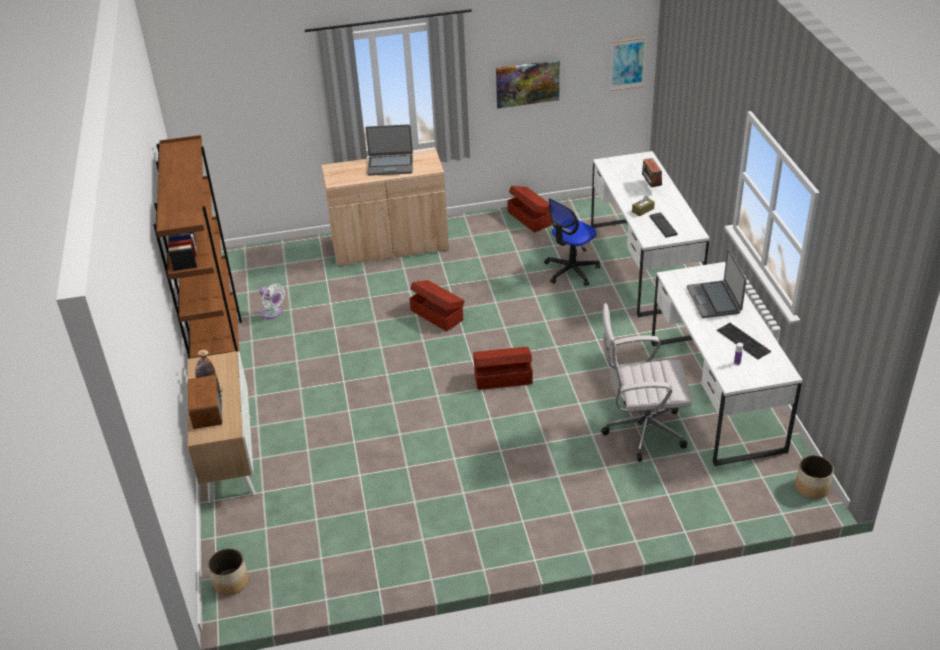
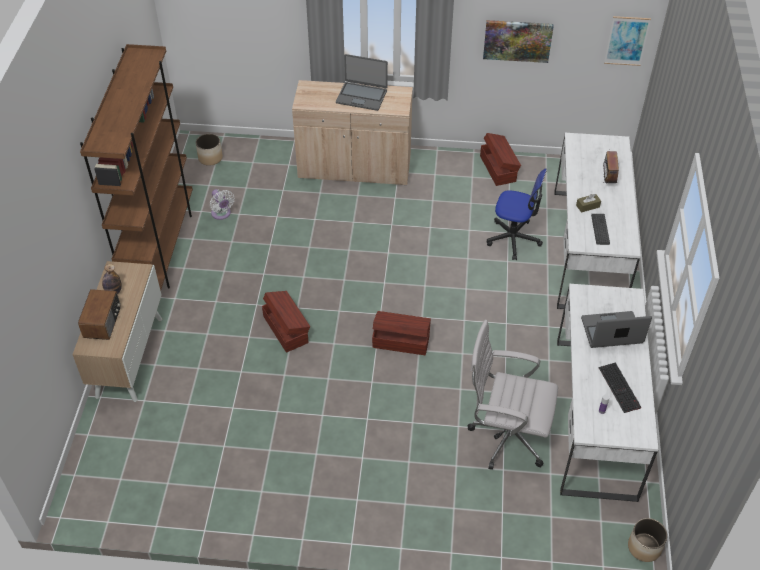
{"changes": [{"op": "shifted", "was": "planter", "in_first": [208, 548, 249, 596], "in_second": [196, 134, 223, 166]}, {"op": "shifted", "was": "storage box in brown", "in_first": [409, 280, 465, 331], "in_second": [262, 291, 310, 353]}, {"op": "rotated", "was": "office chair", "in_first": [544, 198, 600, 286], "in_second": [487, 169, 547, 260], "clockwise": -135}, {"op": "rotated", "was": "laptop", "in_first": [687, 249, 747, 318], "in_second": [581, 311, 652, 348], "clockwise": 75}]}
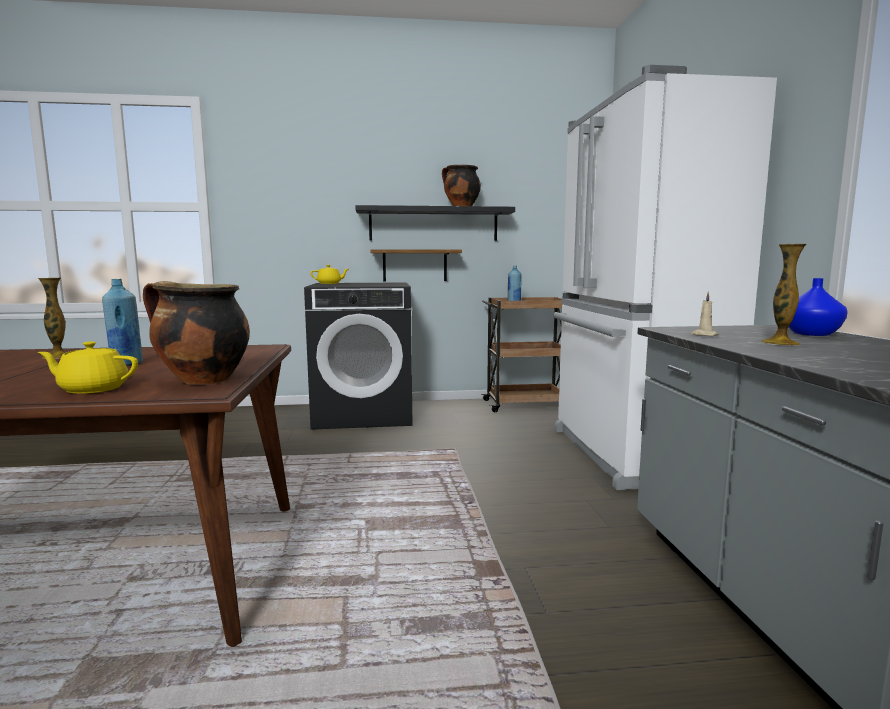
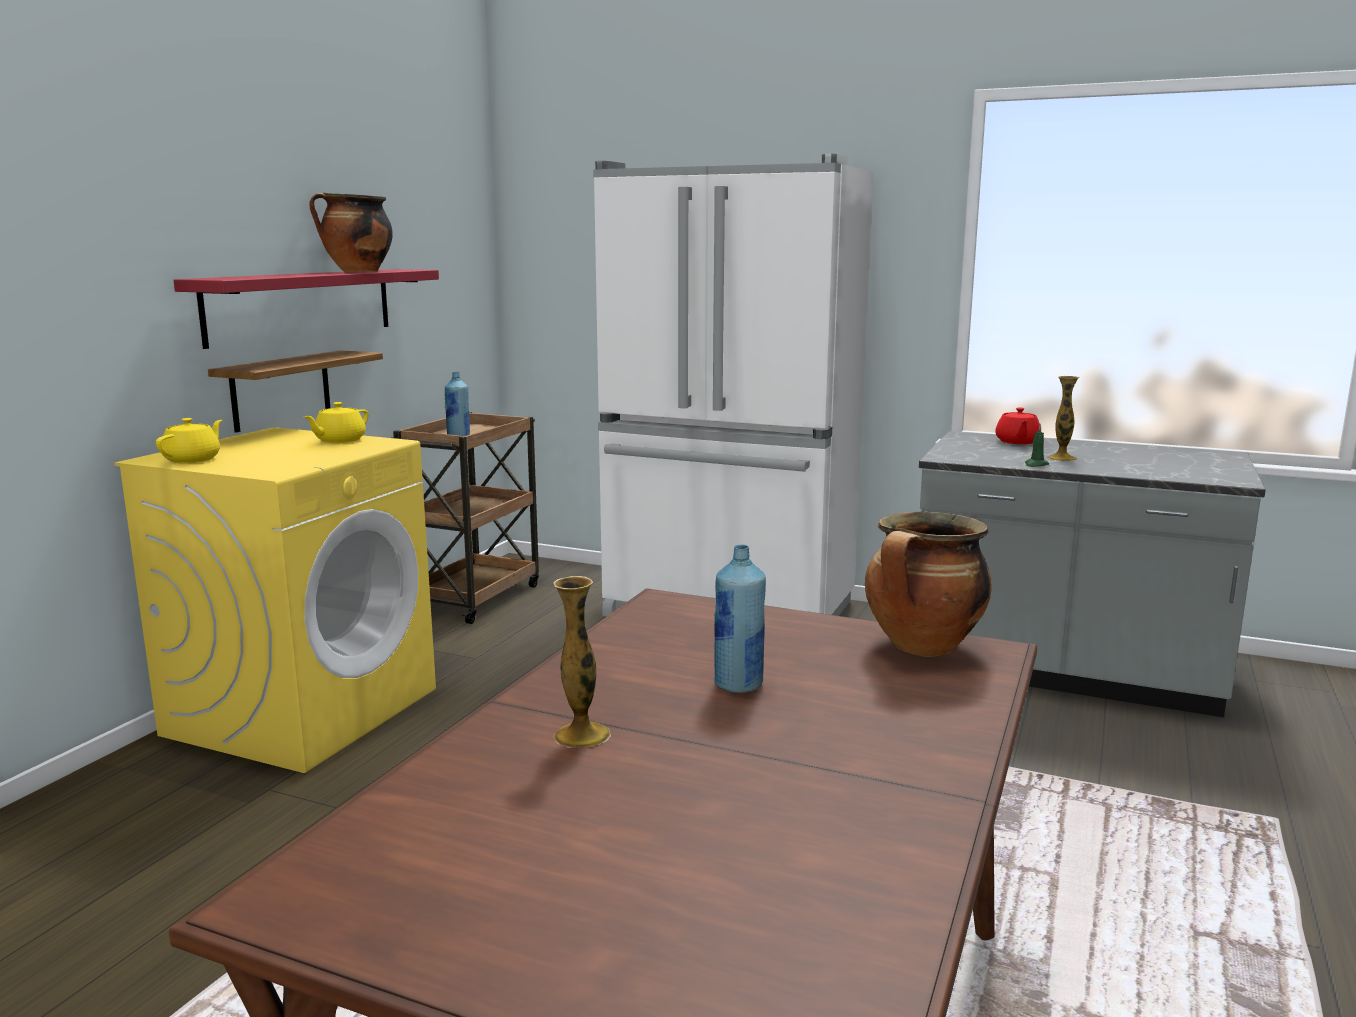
{"changes": [{"op": "shifted", "was": "teapot in yellow", "in_first": [38, 341, 138, 394], "in_second": [303, 402, 369, 443]}, {"op": "repainted", "was": "washing machine in black", "now": "washing machine in yellow", "in_first": [304, 282, 413, 430], "in_second": [114, 427, 436, 773]}, {"op": "repainted", "was": "shelf in black", "now": "shelf in red", "in_first": [355, 205, 515, 241], "in_second": [174, 269, 439, 349]}, {"op": "gone", "was": "candle in beige", "in_first": [691, 292, 719, 336]}, {"op": "swapped", "was": "vase in blue", "now": "teapot in red", "in_first": [789, 278, 848, 336], "in_second": [995, 408, 1040, 444]}, {"op": "new", "now": "candle in green", "in_second": [1025, 424, 1049, 467]}]}
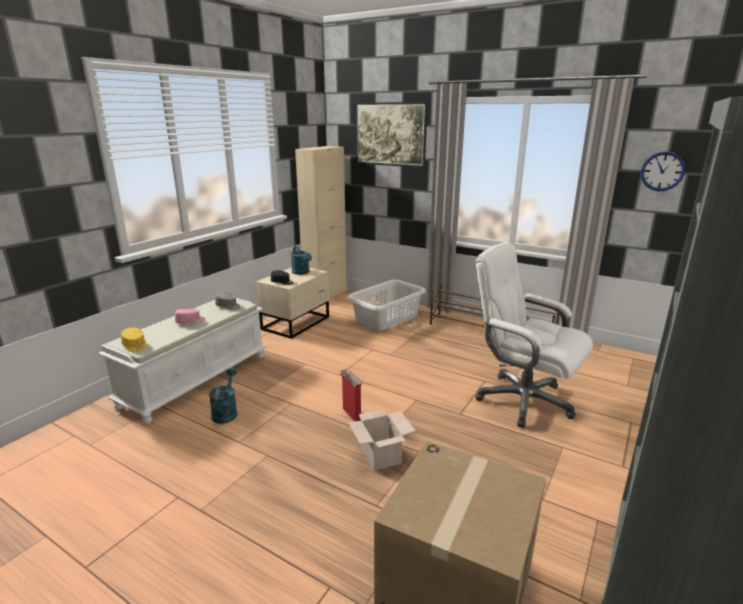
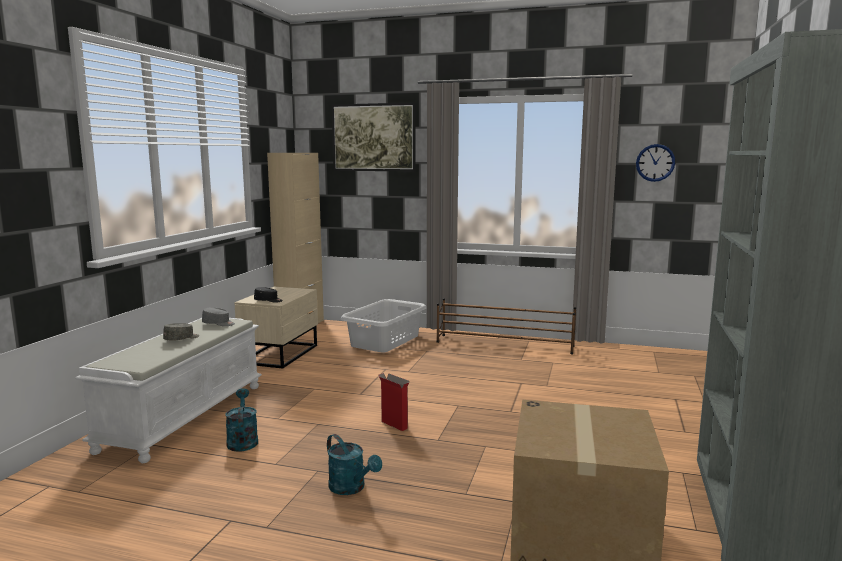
{"changes": [{"op": "gone", "was": "cap in yellow", "in_first": [121, 327, 147, 352]}, {"op": "repainted", "was": "cap in pink", "now": "cap in grey", "in_first": [175, 308, 206, 324], "in_second": [163, 323, 199, 341]}, {"op": "shifted", "was": "watering can in turquoise", "in_first": [291, 246, 312, 275], "in_second": [327, 434, 382, 495]}, {"op": "gone", "was": "cardboard box", "in_first": [348, 409, 415, 471]}, {"op": "gone", "was": "office chair in white", "in_first": [475, 242, 593, 428]}]}
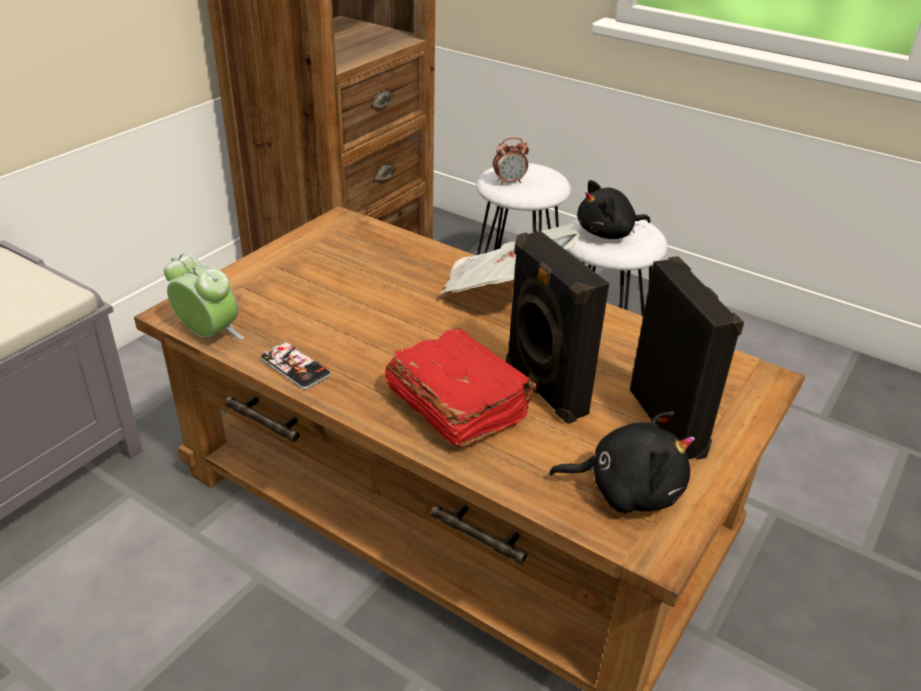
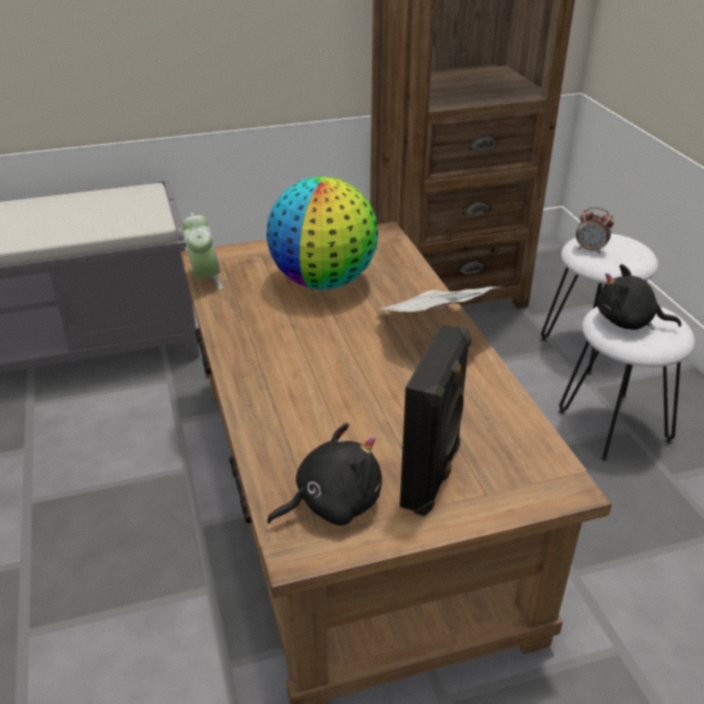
{"changes": [{"op": "gone", "was": "phone", "in_first": [260, 341, 331, 389]}, {"op": "gone", "was": "book in red", "in_first": [385, 328, 536, 448]}, {"op": "gone", "was": "speaker in black", "in_first": [506, 231, 609, 424]}, {"op": "rotated", "was": "plush toy in black", "in_first": [549, 411, 695, 514], "in_second": [267, 423, 382, 525], "clockwise": -75}, {"op": "new", "now": "globe", "in_second": [266, 177, 378, 290]}]}
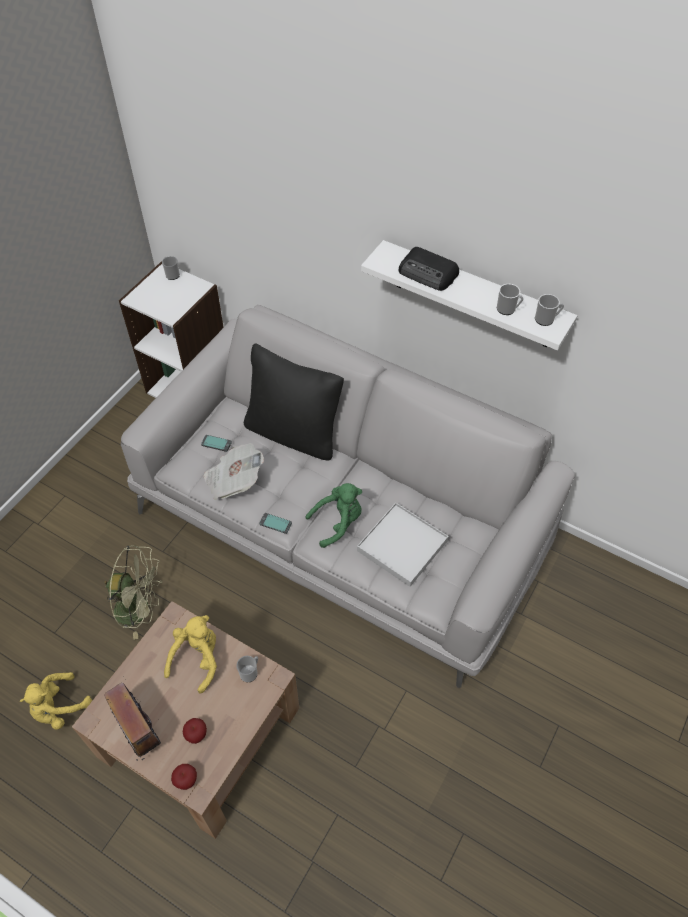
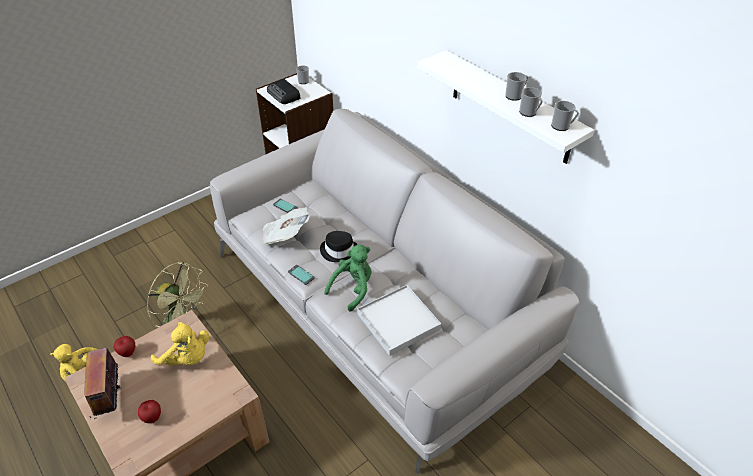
{"changes": [{"op": "rotated", "was": "plush toy in yellow", "in_first": [164, 615, 217, 694], "in_second": [151, 322, 209, 366], "clockwise": 75}, {"op": "shifted", "was": "apple", "in_first": [171, 764, 197, 790], "in_second": [114, 336, 135, 357]}, {"op": "shifted", "was": "mug", "in_first": [236, 656, 258, 682], "in_second": [505, 72, 528, 101]}, {"op": "gone", "was": "pillow in black", "in_first": [244, 343, 344, 461]}, {"op": "rotated", "was": "plush toy in green", "in_first": [305, 483, 362, 548], "in_second": [324, 245, 372, 312], "clockwise": -45}, {"op": "shifted", "was": "radio", "in_first": [398, 247, 459, 291], "in_second": [267, 79, 301, 104]}, {"op": "new", "now": "hat in black", "in_second": [320, 231, 358, 262]}]}
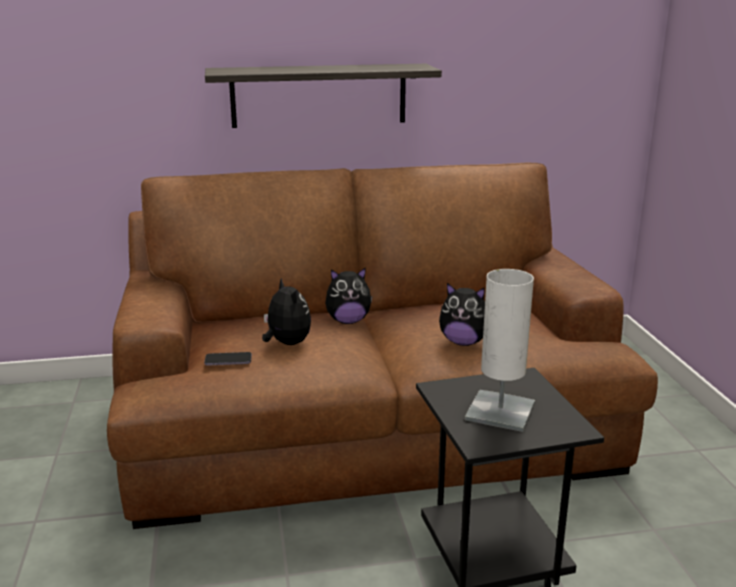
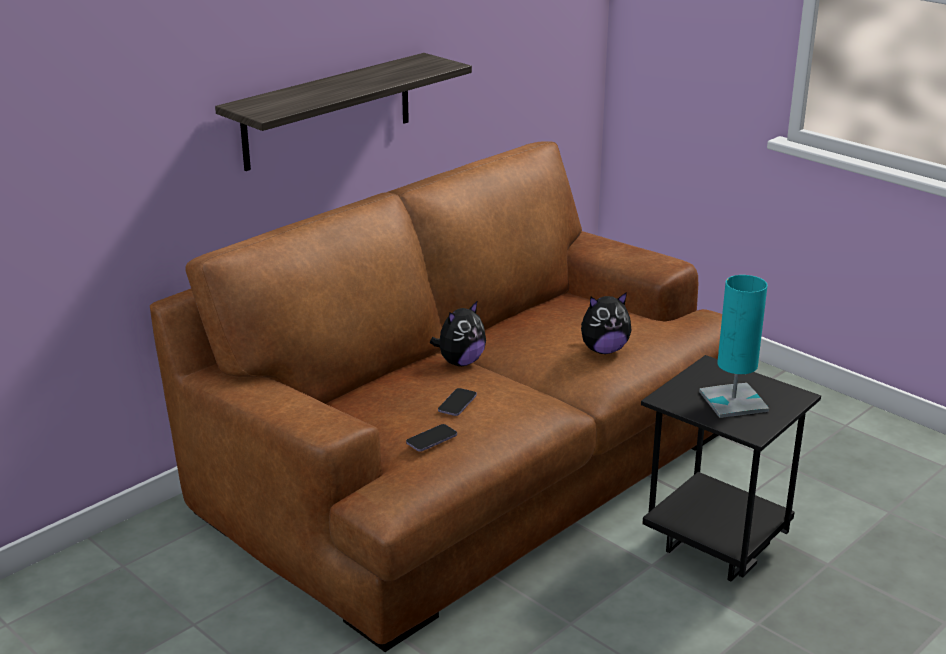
{"changes": [{"op": "swapped", "was": "plush toy", "now": "phone", "in_first": [262, 277, 311, 345], "in_second": [438, 388, 477, 416]}, {"op": "repainted", "was": "table lamp in white", "now": "table lamp in turquoise", "in_first": [465, 269, 535, 432], "in_second": [699, 275, 769, 418]}]}
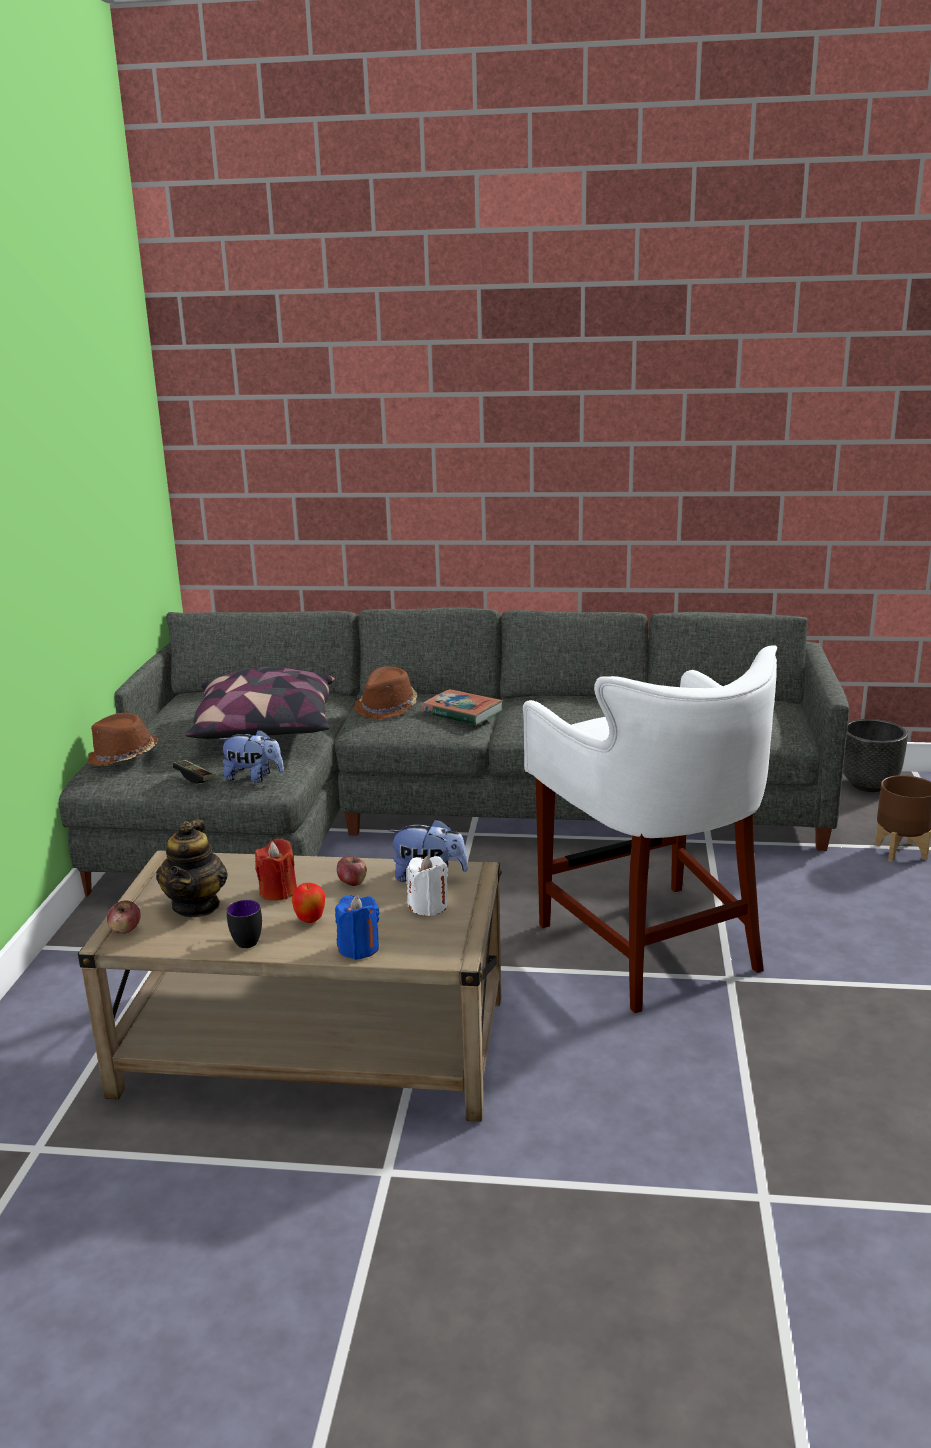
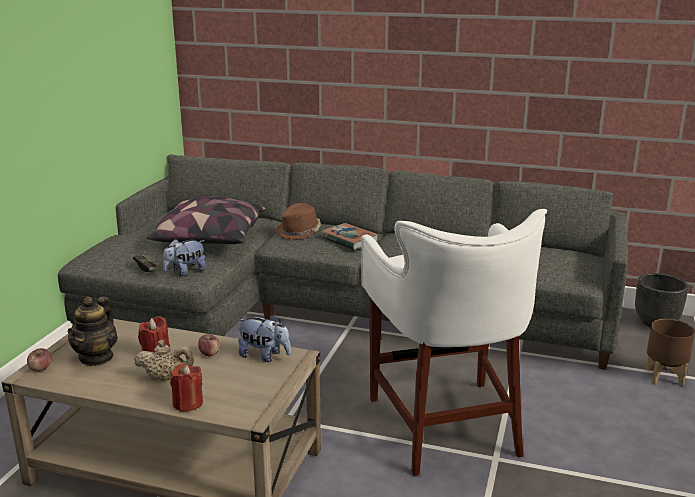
{"changes": [{"op": "gone", "was": "hat in brown", "in_first": [88, 713, 158, 766]}, {"op": "rotated", "was": "plush toy", "in_first": [219, 729, 284, 783], "in_second": [163, 239, 206, 276], "clockwise": 120}, {"op": "gone", "was": "mug", "in_first": [227, 900, 262, 948]}, {"op": "swapped", "was": "apple", "now": "teapot in beige", "in_first": [292, 883, 325, 923], "in_second": [134, 340, 194, 381]}, {"op": "repainted", "was": "candle in blue", "now": "candle in red", "in_first": [335, 895, 380, 960], "in_second": [170, 364, 203, 412]}, {"op": "gone", "was": "candle in white", "in_first": [406, 855, 448, 916]}]}
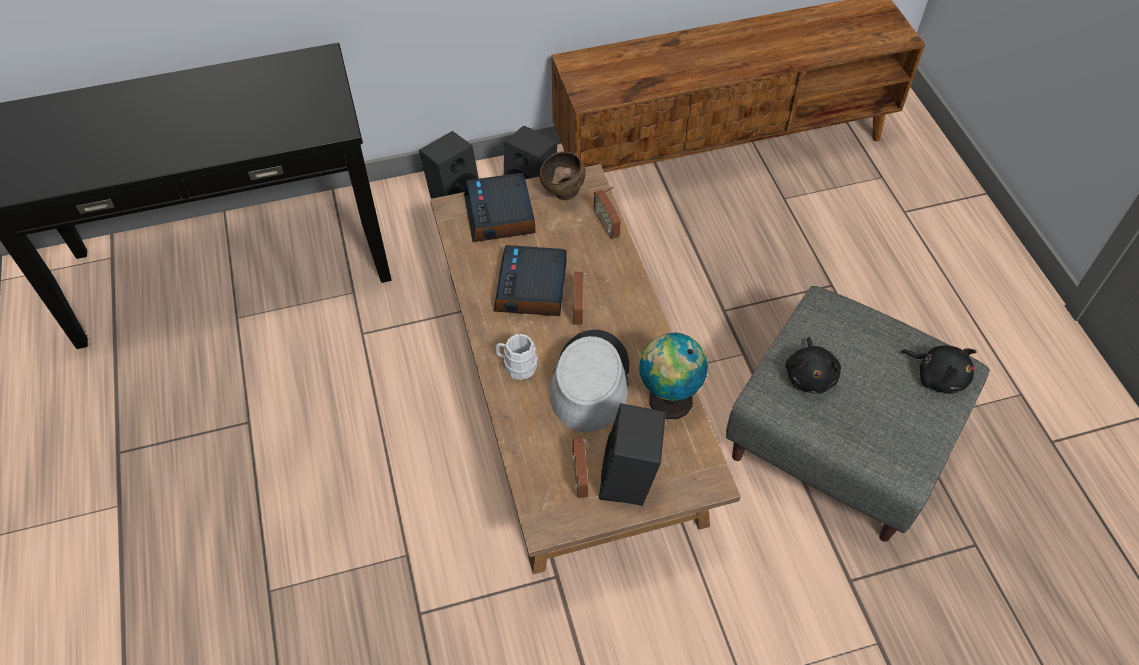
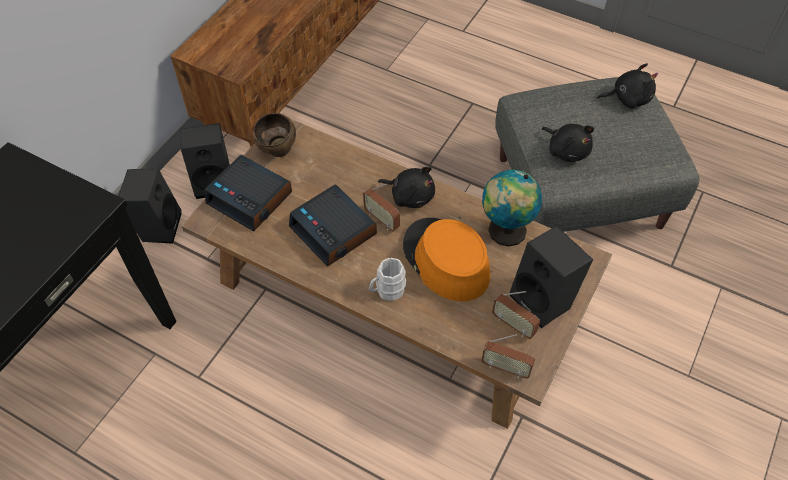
{"changes": [{"op": "repainted", "was": "hat in grey", "now": "hat in orange", "in_first": [550, 330, 629, 432], "in_second": [403, 218, 490, 301]}, {"op": "shifted", "was": "radio", "in_first": [594, 186, 621, 239], "in_second": [481, 334, 535, 378]}, {"op": "new", "now": "plush toy in black", "in_second": [378, 167, 435, 208]}]}
